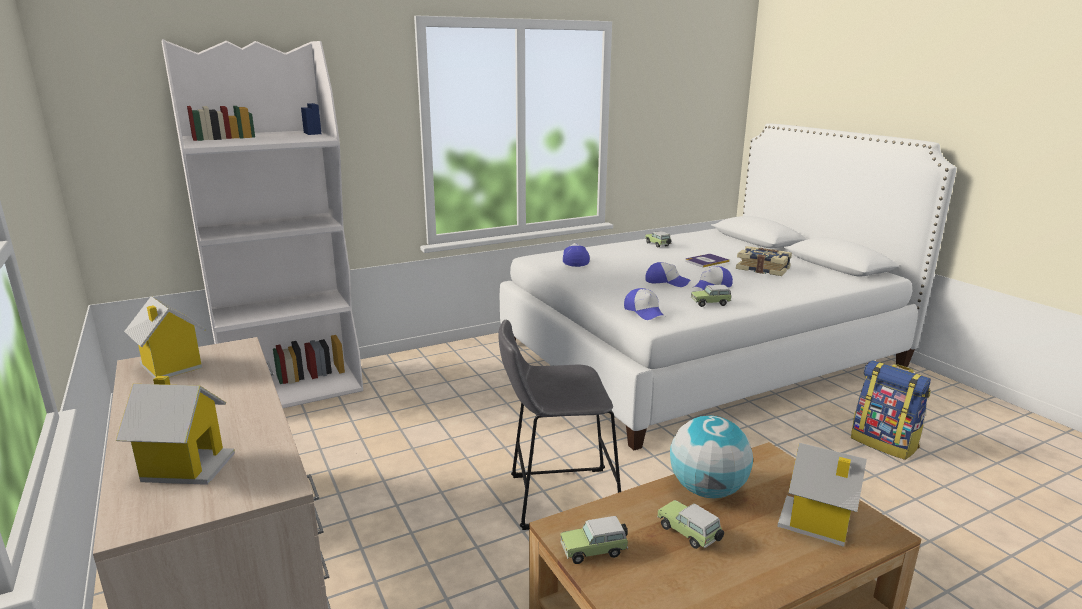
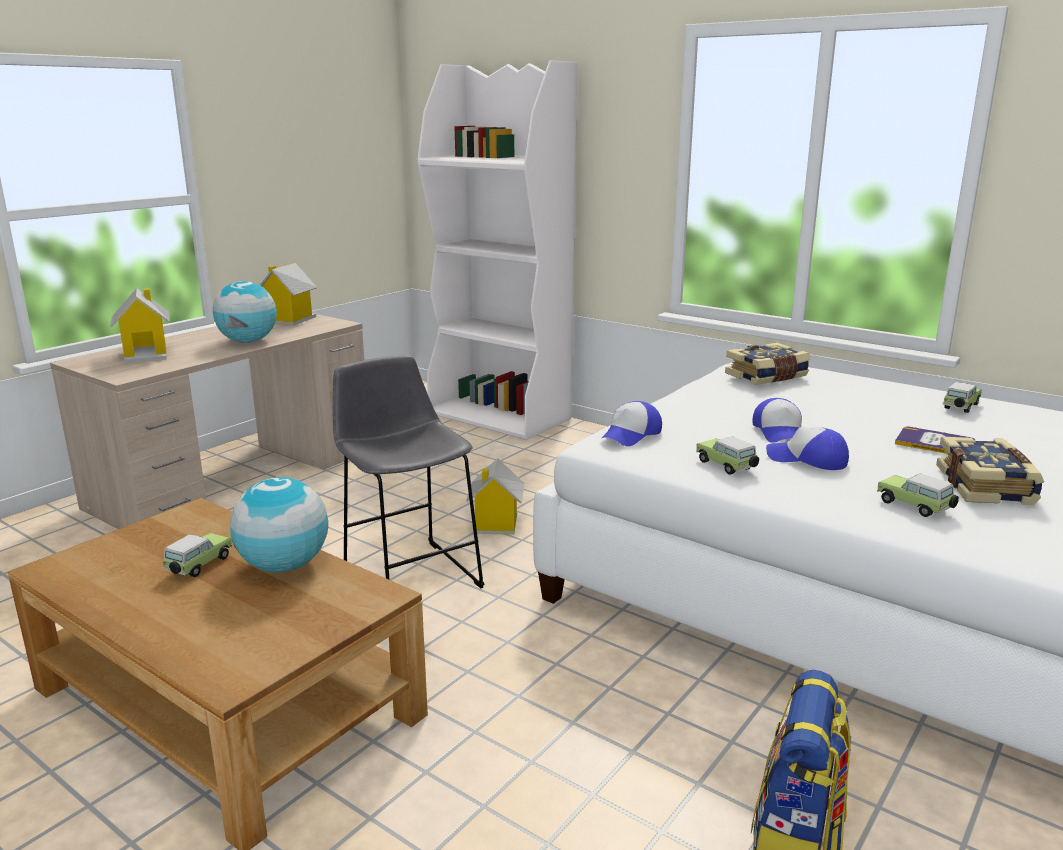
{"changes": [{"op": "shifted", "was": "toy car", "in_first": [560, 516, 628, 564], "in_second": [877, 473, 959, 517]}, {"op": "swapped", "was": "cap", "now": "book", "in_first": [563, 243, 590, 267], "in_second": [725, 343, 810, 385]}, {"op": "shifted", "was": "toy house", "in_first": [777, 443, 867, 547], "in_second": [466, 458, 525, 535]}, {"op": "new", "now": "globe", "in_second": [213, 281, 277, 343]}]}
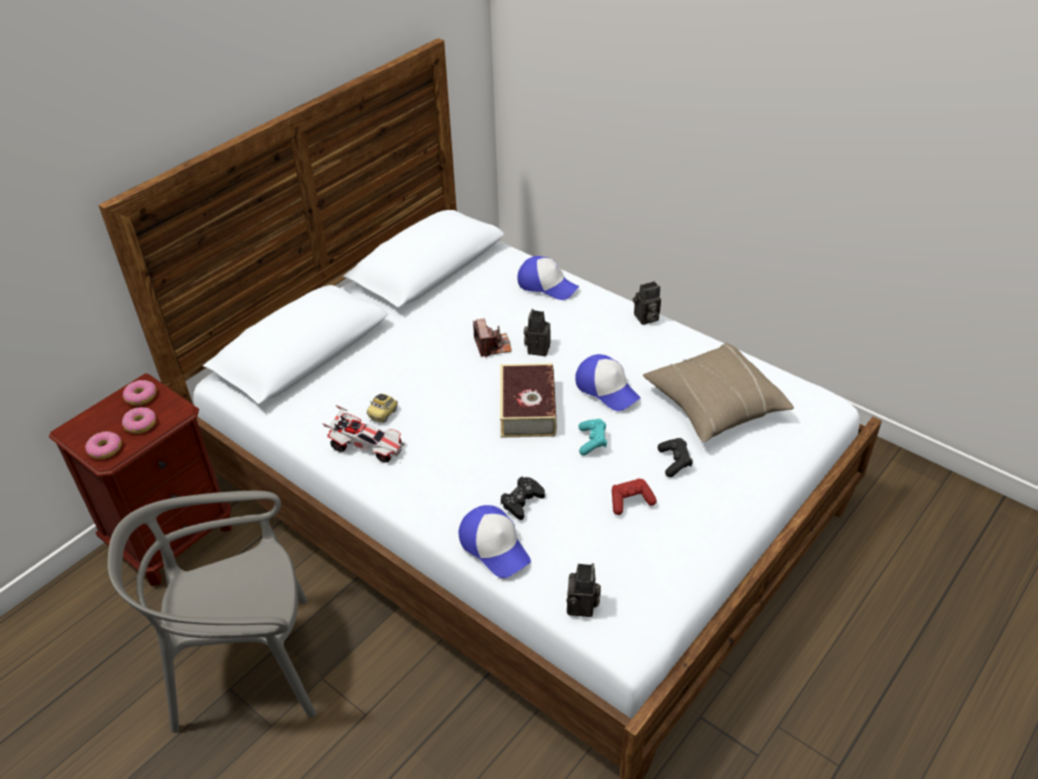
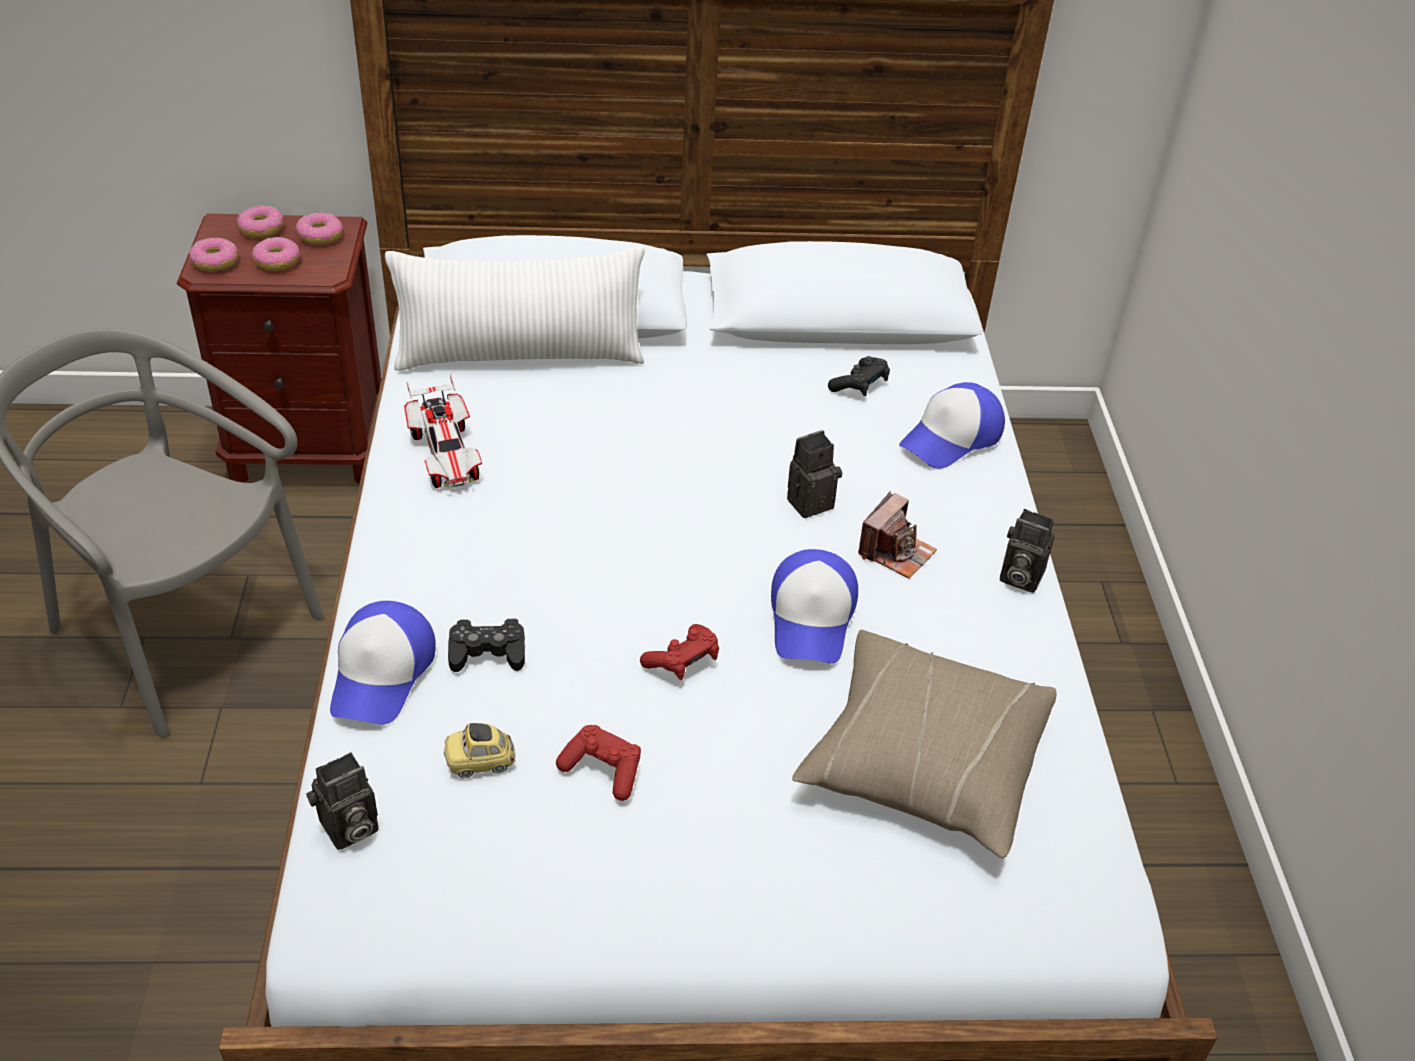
{"changes": [{"op": "shifted", "was": "toy car", "in_first": [367, 394, 398, 422], "in_second": [444, 723, 515, 778]}, {"op": "shifted", "was": "photo camera", "in_first": [473, 318, 512, 357], "in_second": [858, 491, 937, 579]}, {"op": "gone", "was": "book", "in_first": [500, 363, 557, 438]}, {"op": "rotated", "was": "cap", "in_first": [517, 256, 579, 300], "in_second": [899, 382, 1005, 469], "clockwise": 60}, {"op": "repainted", "was": "game controller in turquoise", "now": "game controller in red", "in_first": [579, 419, 607, 456], "in_second": [640, 624, 719, 680]}, {"op": "shifted", "was": "game controller in black", "in_first": [658, 438, 693, 477], "in_second": [828, 356, 890, 396]}, {"op": "new", "now": "donut", "in_second": [237, 205, 283, 238]}, {"op": "new", "now": "pillow in white", "in_second": [385, 246, 645, 371]}]}
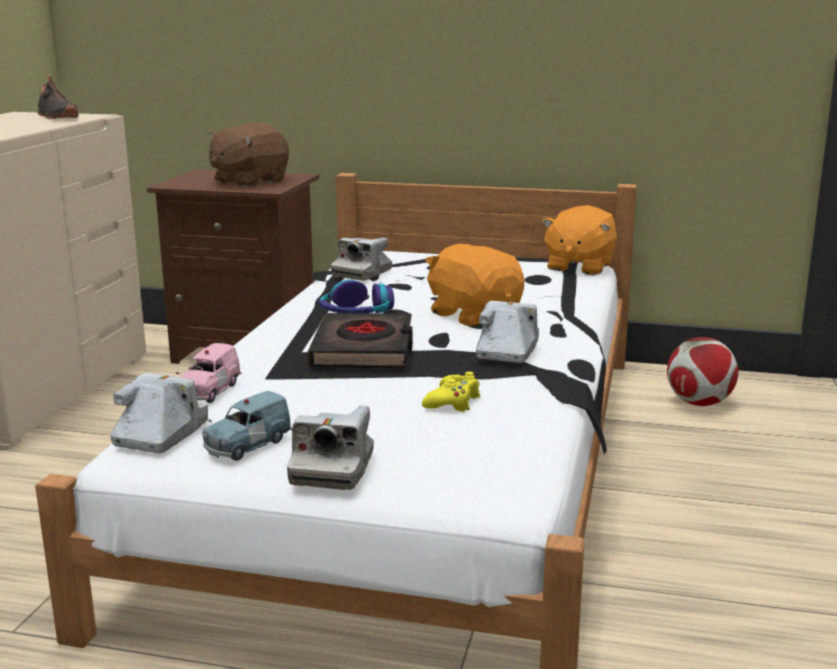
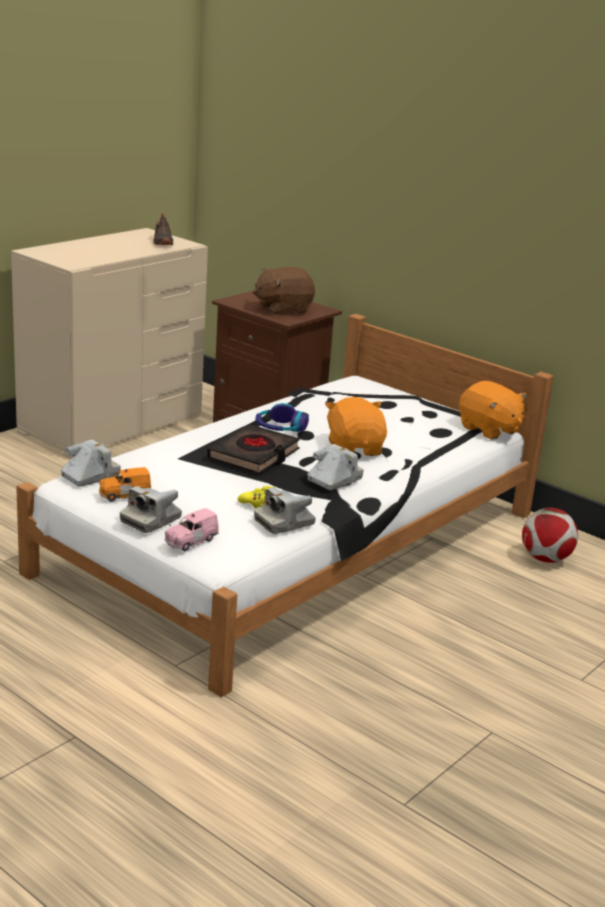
{"changes": [{"op": "shifted", "was": "toy car in pink", "in_first": [176, 343, 242, 403], "in_second": [165, 508, 219, 551]}, {"op": "repainted", "was": "toy car in blue", "now": "toy car in orange", "in_first": [203, 391, 292, 461], "in_second": [99, 467, 151, 502]}, {"op": "shifted", "was": "photo camera", "in_first": [331, 238, 392, 281], "in_second": [254, 487, 316, 534]}, {"op": "rotated", "was": "plush toy in orange", "in_first": [542, 205, 617, 275], "in_second": [459, 381, 527, 440], "clockwise": -90}]}
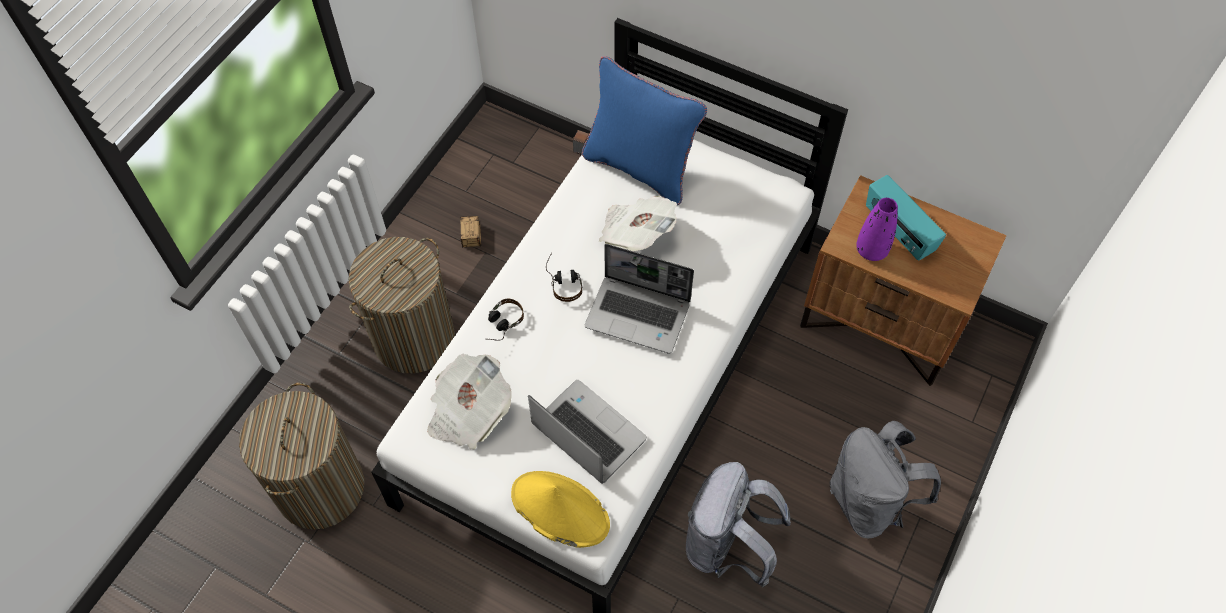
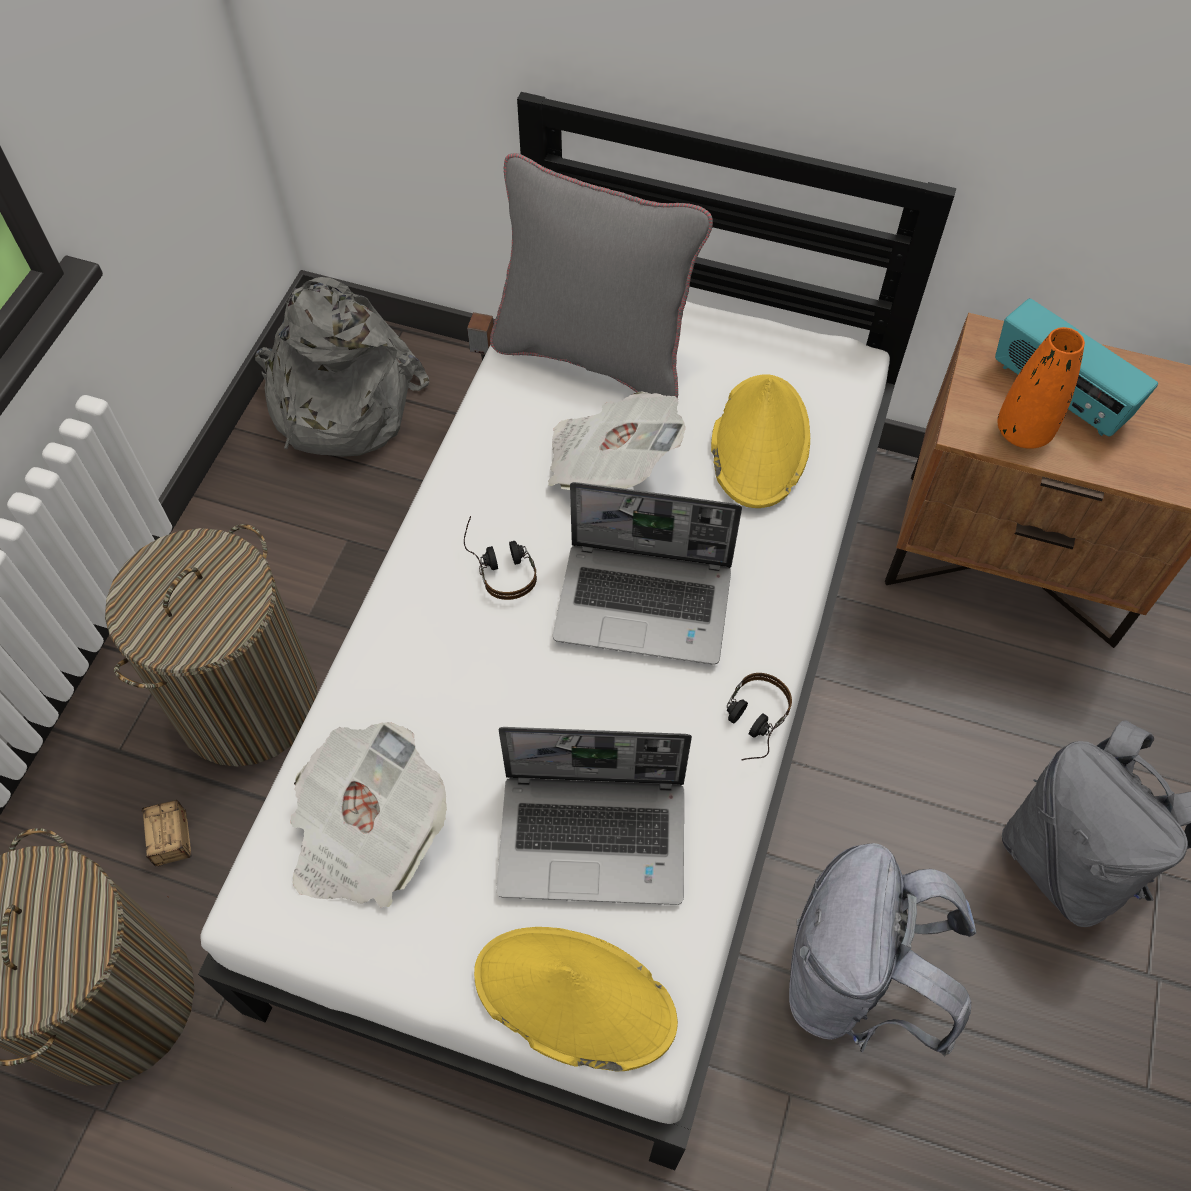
{"changes": [{"op": "shifted", "was": "storage box", "in_first": [459, 216, 481, 250], "in_second": [141, 800, 192, 897]}, {"op": "shifted", "was": "headphones", "in_first": [488, 299, 524, 341], "in_second": [726, 673, 792, 760]}, {"op": "rotated", "was": "laptop", "in_first": [528, 380, 647, 484], "in_second": [496, 727, 692, 905], "clockwise": 150}, {"op": "repainted", "was": "pillow in blue", "now": "pillow in grey", "in_first": [582, 56, 707, 205], "in_second": [490, 153, 713, 398]}, {"op": "repainted", "was": "vase in purple", "now": "vase in orange", "in_first": [856, 198, 898, 261], "in_second": [997, 327, 1085, 449]}, {"op": "new", "now": "backpack in grey", "in_second": [255, 277, 429, 457]}, {"op": "new", "now": "hat in yellow", "in_second": [711, 374, 810, 508]}]}
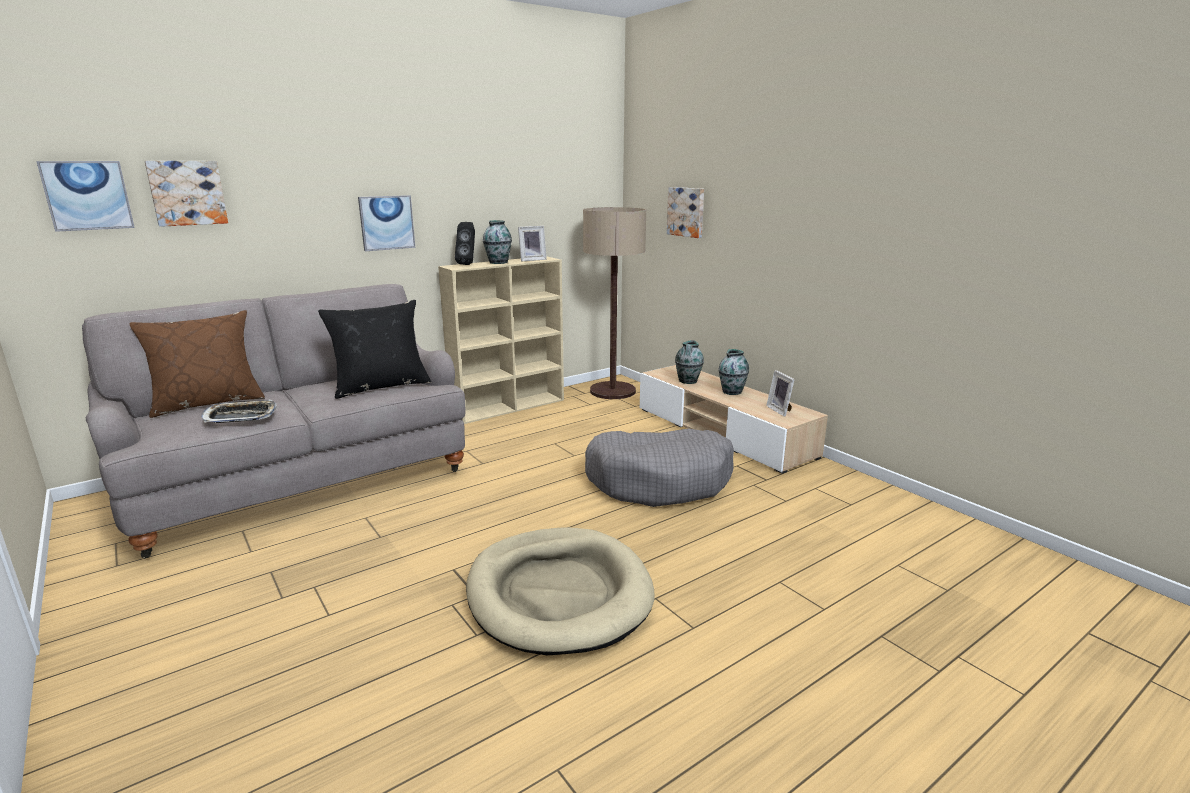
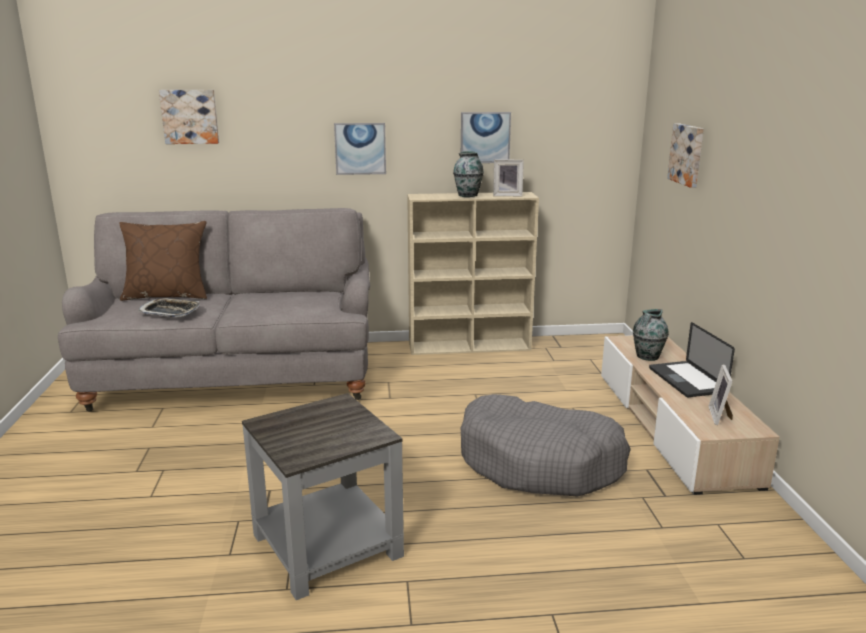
{"changes": [{"op": "shifted", "was": "picture", "in_first": [36, 161, 135, 232], "in_second": [461, 112, 511, 163]}, {"op": "gone", "was": "pillow in black", "in_first": [318, 300, 431, 399]}, {"op": "gone", "was": "speaker in black", "in_first": [455, 222, 475, 265]}, {"op": "swapped", "was": "dog bed in beige", "now": "side table in grey", "in_first": [466, 528, 655, 655], "in_second": [242, 393, 404, 600]}, {"op": "gone", "was": "floor lamp", "in_first": [583, 207, 646, 399]}, {"op": "swapped", "was": "vase", "now": "laptop", "in_first": [718, 349, 749, 395], "in_second": [649, 322, 735, 397]}]}
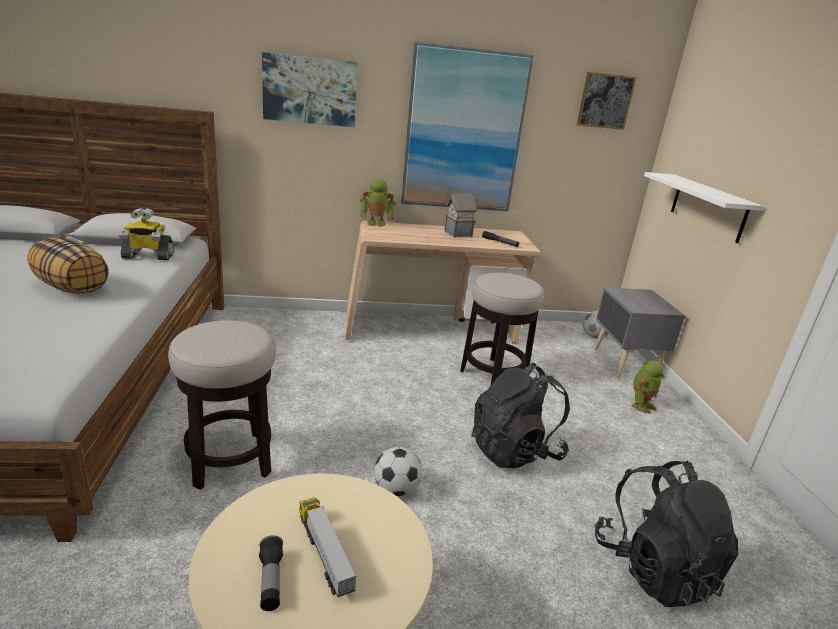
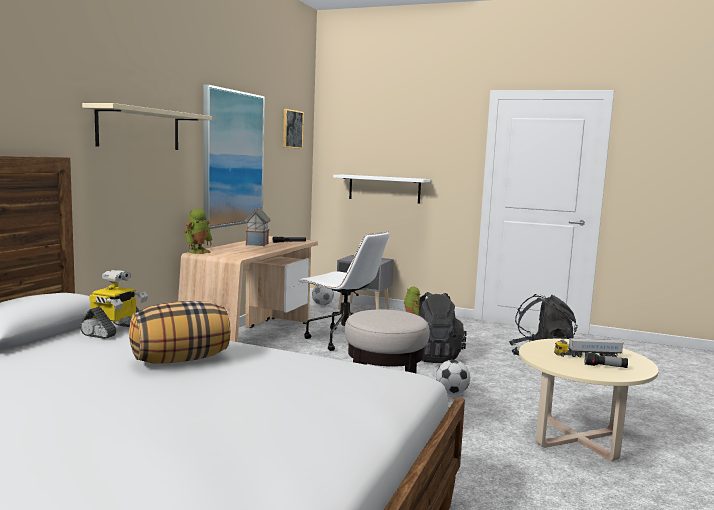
{"changes": [{"op": "swapped", "was": "picture", "now": "shelf in beige", "in_first": [262, 52, 358, 127], "in_second": [82, 103, 212, 150]}, {"op": "swapped", "was": "stool", "now": "office chair in white", "in_first": [460, 273, 544, 386], "in_second": [298, 231, 390, 351]}]}
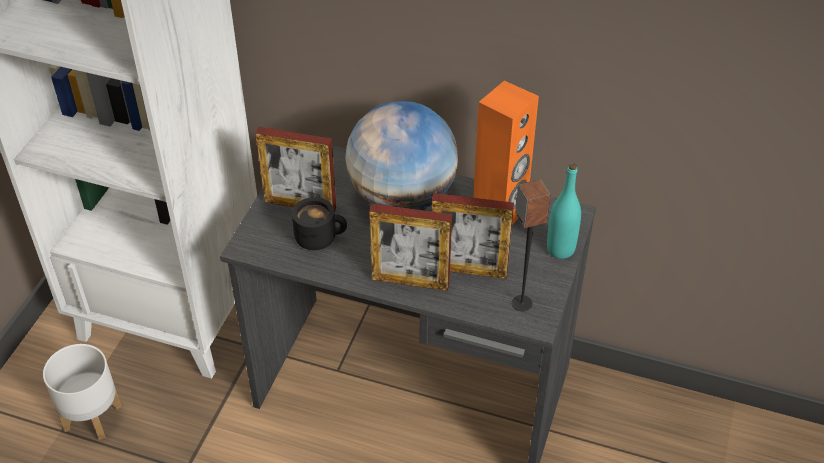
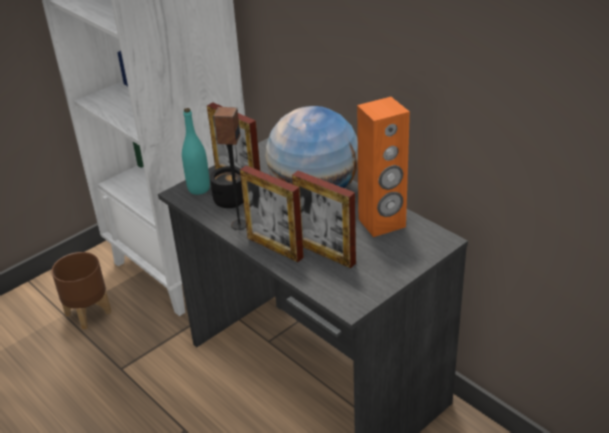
{"changes": [{"op": "repainted", "was": "planter in white", "now": "planter in brown", "in_first": [43, 344, 122, 440], "in_second": [52, 252, 111, 329]}, {"op": "shifted", "was": "speaker", "in_first": [512, 179, 550, 311], "in_second": [214, 107, 246, 230]}, {"op": "shifted", "was": "bottle in turquoise", "in_first": [547, 163, 581, 259], "in_second": [182, 108, 210, 195]}]}
